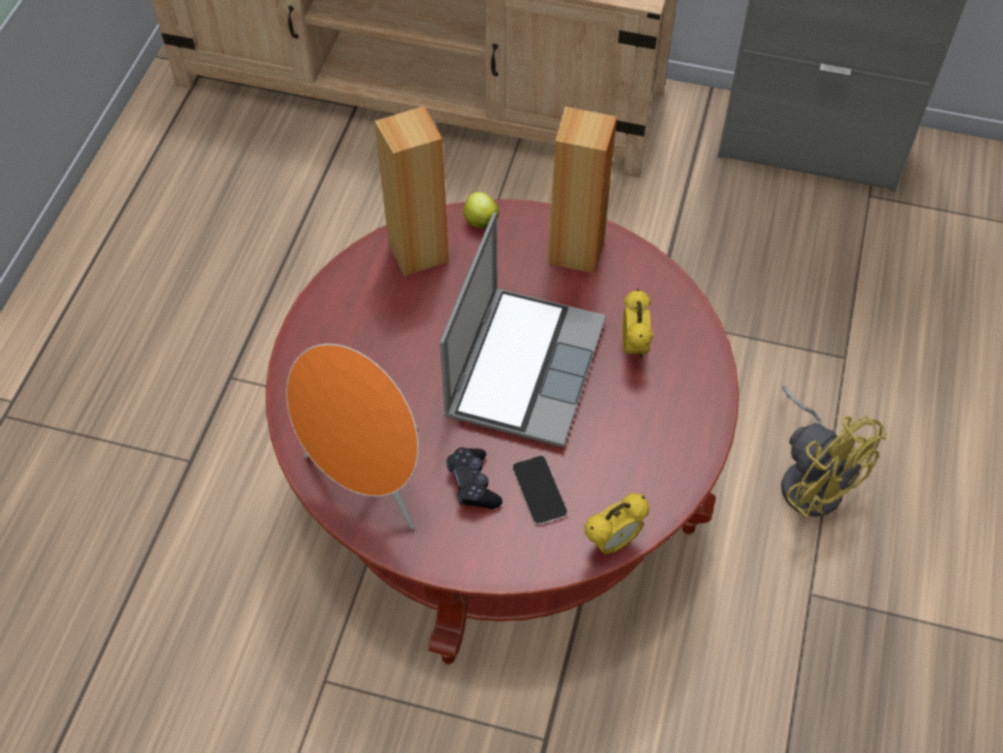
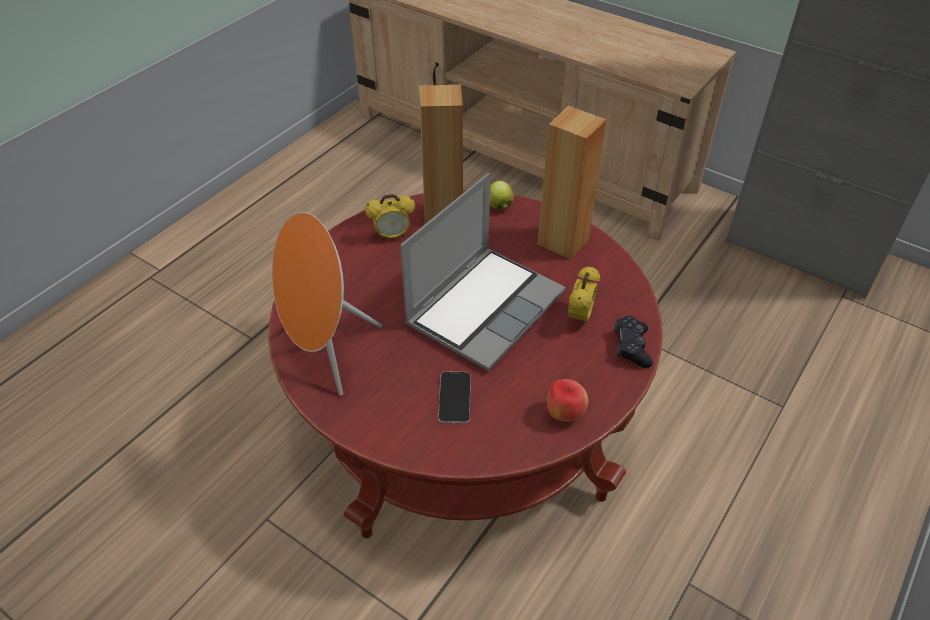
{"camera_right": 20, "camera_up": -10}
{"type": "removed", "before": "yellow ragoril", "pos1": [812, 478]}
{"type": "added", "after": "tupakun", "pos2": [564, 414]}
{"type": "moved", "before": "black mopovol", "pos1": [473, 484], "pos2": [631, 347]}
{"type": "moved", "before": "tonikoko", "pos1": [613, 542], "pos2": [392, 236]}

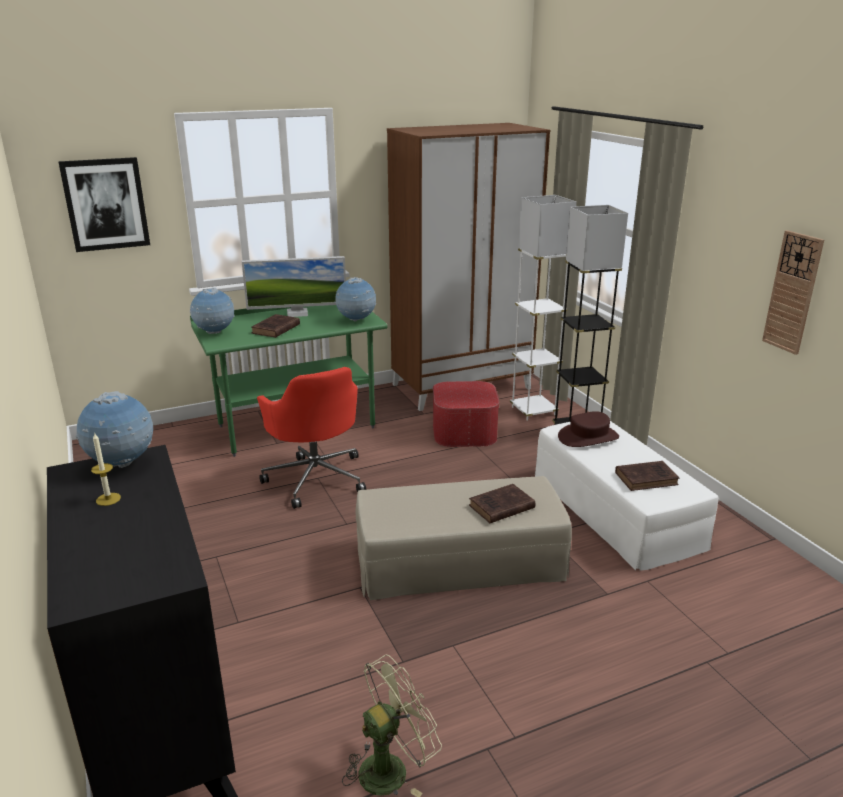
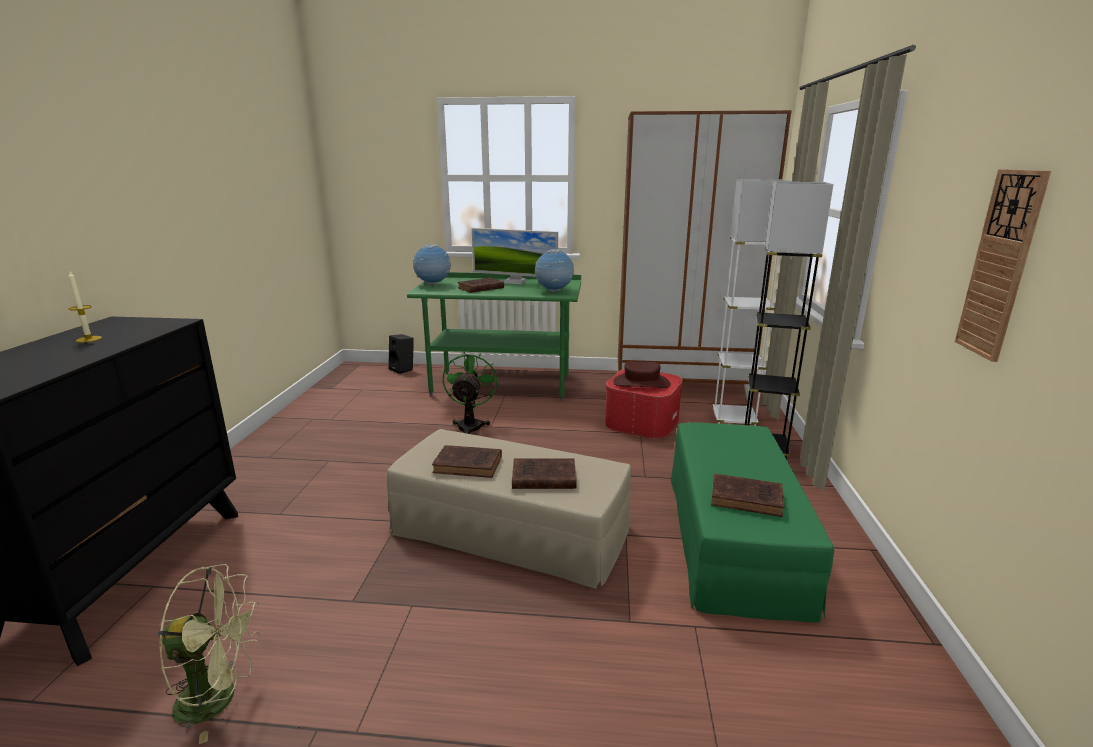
{"camera_right": 30, "camera_up": -5}
{"type": "removed", "before": "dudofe", "pos1": [106, 204]}
{"type": "removed", "before": "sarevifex", "pos1": [122, 464]}
{"type": "added", "after": "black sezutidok", "pos2": [403, 369]}
{"type": "added", "after": "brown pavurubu", "pos2": [469, 465]}
{"type": "moved", "before": "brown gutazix", "pos1": [588, 437], "pos2": [641, 383]}
{"type": "replaced", "before": "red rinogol", "after": "green ragoril", "pos1": [316, 477], "pos2": [471, 425]}
{"type": "recoloured", "before": "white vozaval", "after": "green vozaval", "pos1": [616, 509], "pos2": [733, 536]}

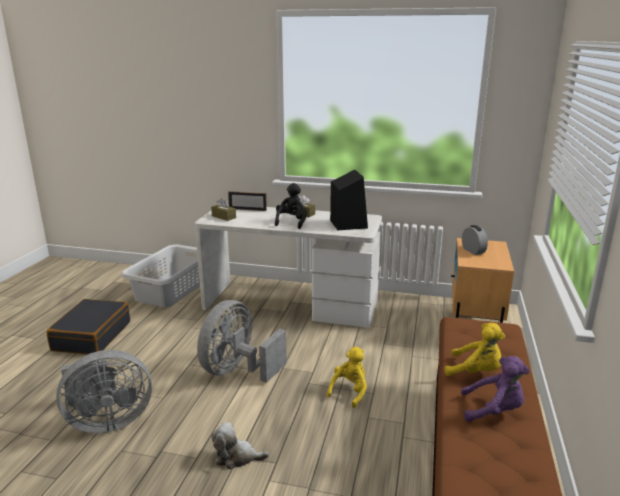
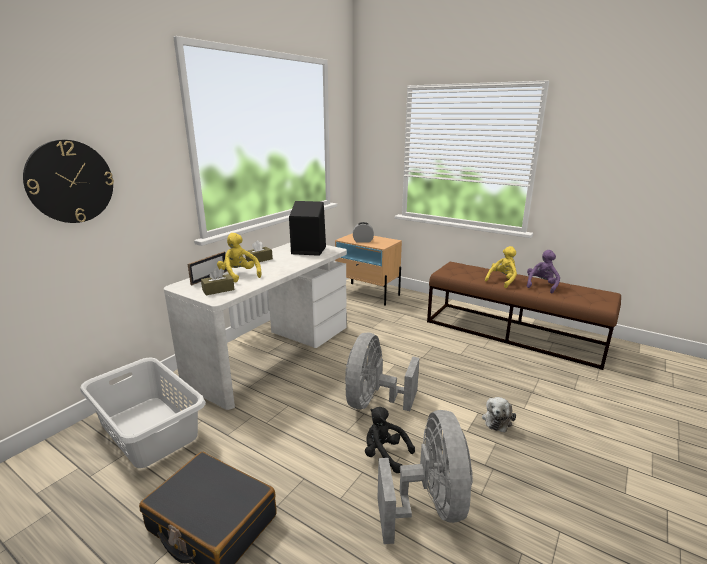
{"camera_right": -70, "camera_up": 0}
{"type": "added", "after": "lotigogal", "pos2": [70, 182]}
{"type": "moved", "before": "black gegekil", "pos1": [291, 222], "pos2": [385, 454]}
{"type": "moved", "before": "yellow gegekil", "pos1": [349, 391], "pos2": [239, 275]}
{"type": "turned", "before": "grey ragoril", "pos1": [238, 370], "pos2": [373, 402], "turn": 60}

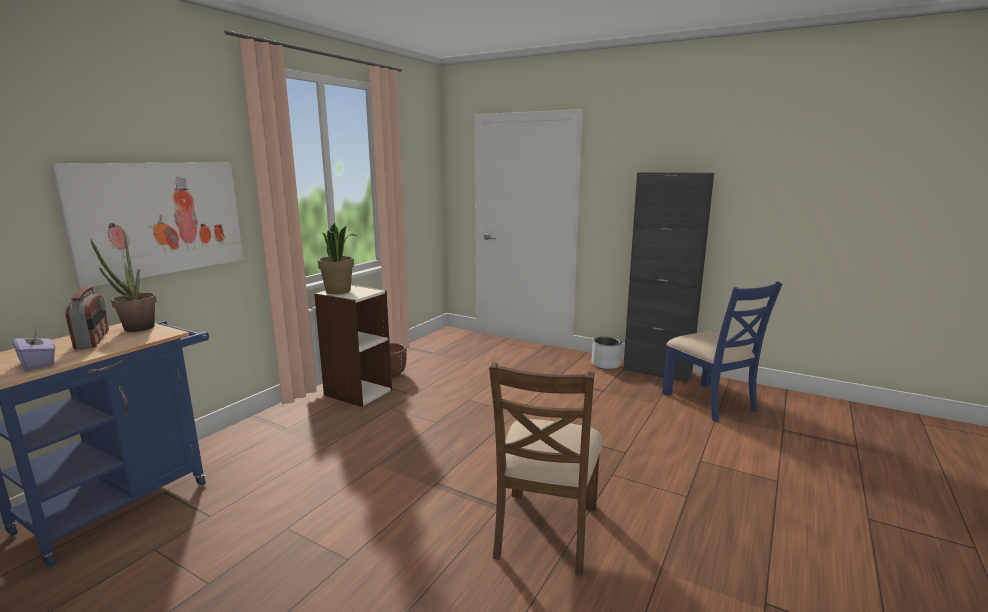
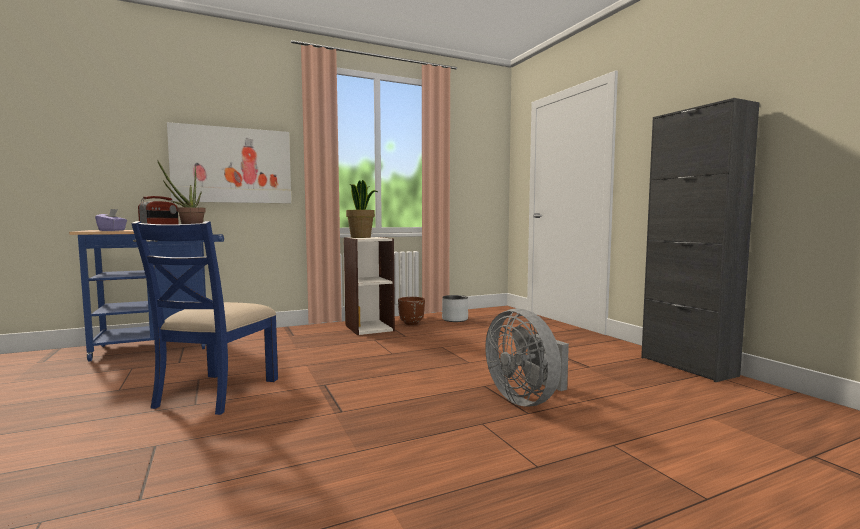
{"camera_right": 35, "camera_up": -10}
{"type": "removed", "before": "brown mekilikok", "pos1": [545, 530]}
{"type": "added", "after": "grey ragoril", "pos2": [526, 399]}
{"type": "moved", "before": "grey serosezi", "pos1": [605, 364], "pos2": [455, 319]}
{"type": "moved", "before": "blue mekilikok", "pos1": [710, 402], "pos2": [216, 393]}

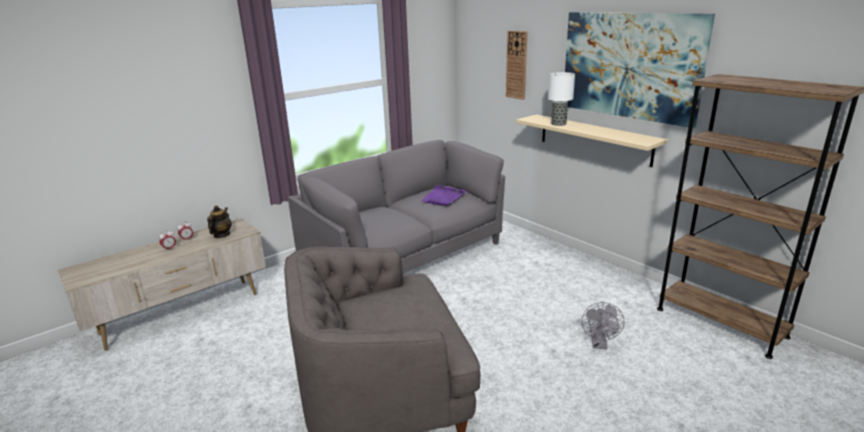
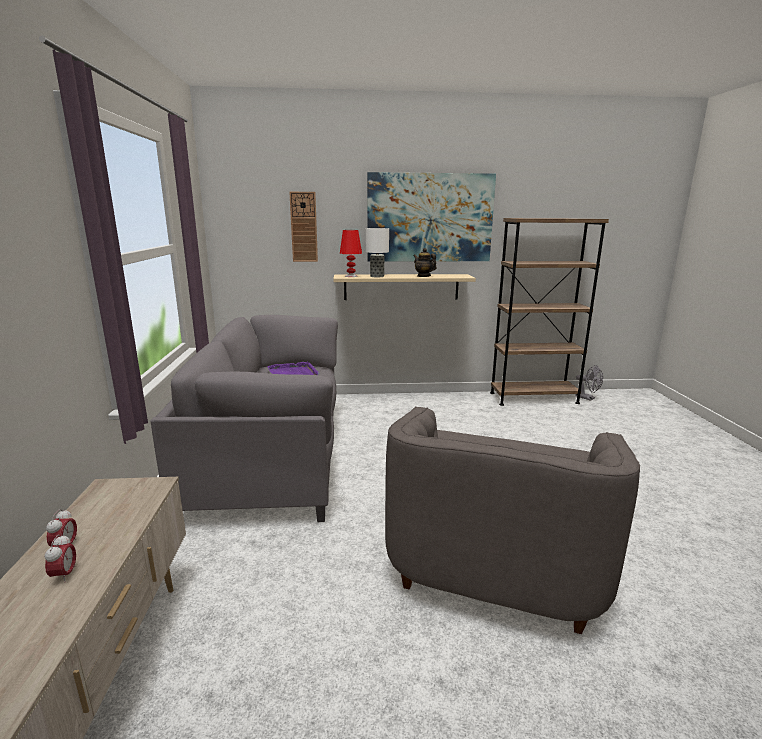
{"camera_right": -55, "camera_up": -5}
{"type": "added", "after": "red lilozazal", "pos2": [351, 276]}
{"type": "moved", "before": "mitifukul", "pos1": [221, 235], "pos2": [423, 276]}
{"type": "moved", "before": "grey ragoril", "pos1": [599, 344], "pos2": [587, 398]}

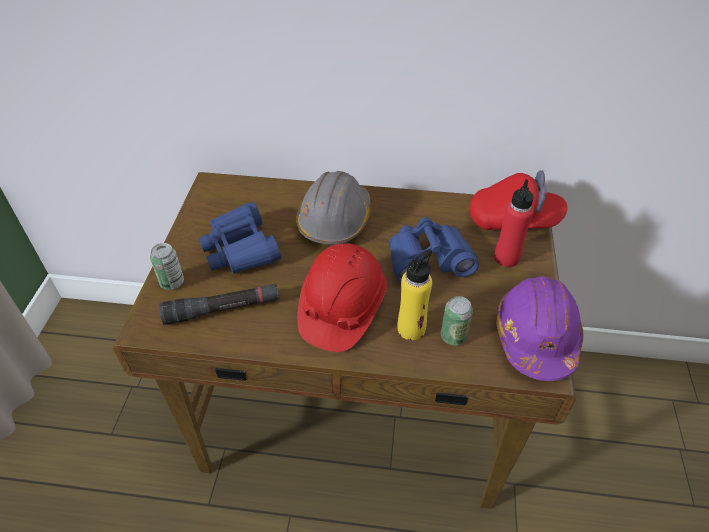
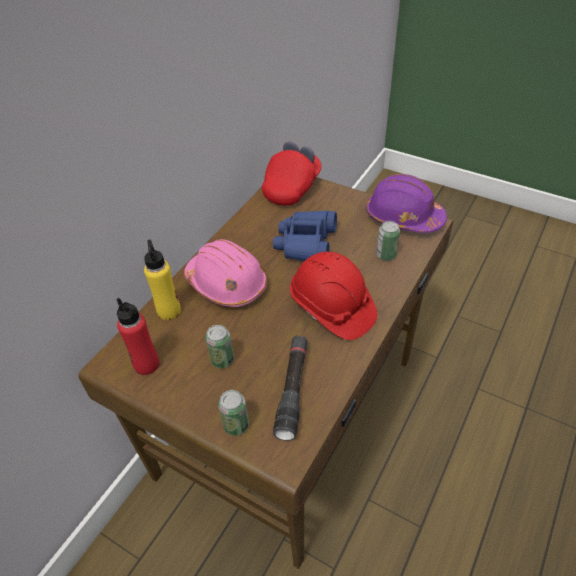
{"camera_right": -65, "camera_up": 0}
{"type": "moved", "before": "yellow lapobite", "pos1": [411, 329], "pos2": [169, 311]}
{"type": "moved", "before": "red lapobite", "pos1": [506, 258], "pos2": [146, 364]}
{"type": "replaced", "before": "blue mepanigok", "after": "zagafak", "pos1": [240, 249], "pos2": [222, 360]}
{"type": "recoloured", "before": "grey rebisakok", "after": "pink rebisakok", "pos1": [335, 220], "pos2": [227, 284]}

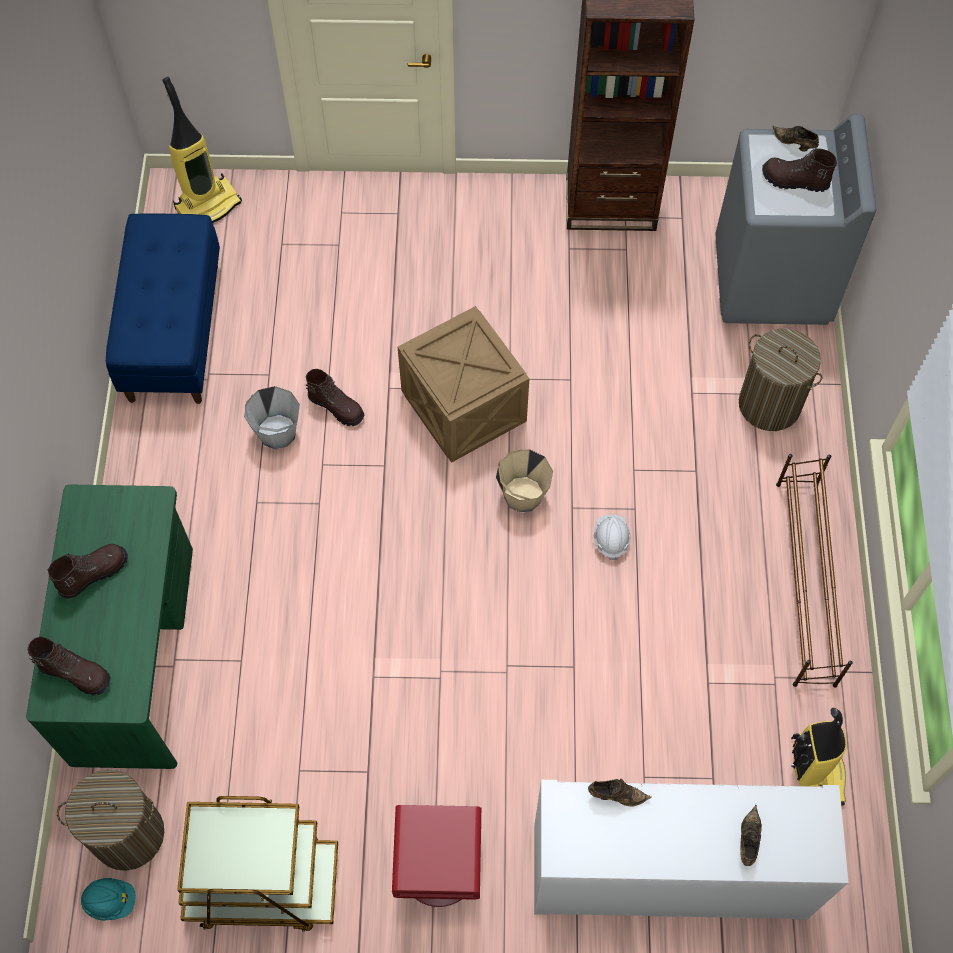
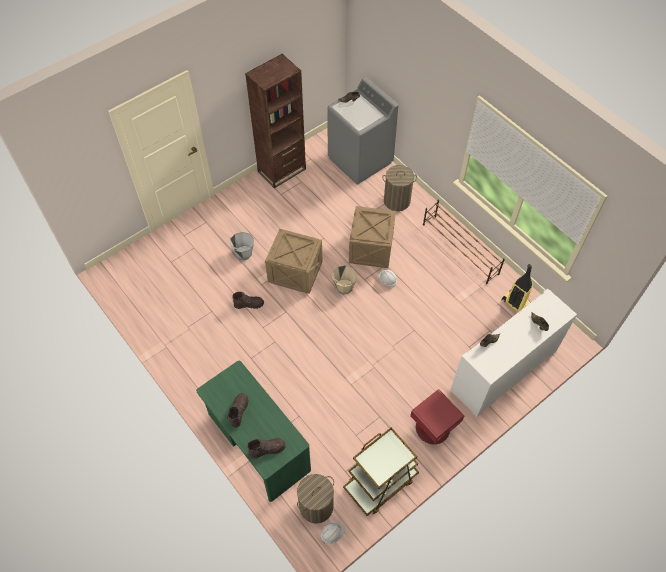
{"camera_right": -40, "camera_up": -5}
{"type": "removed", "before": "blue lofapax", "pos1": [173, 331]}
{"type": "removed", "before": "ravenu", "pos1": [208, 205]}
{"type": "removed", "before": "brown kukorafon", "pos1": [794, 181]}
{"type": "added", "after": "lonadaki", "pos2": [371, 248]}
{"type": "moved", "before": "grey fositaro", "pos1": [277, 432], "pos2": [243, 253]}
{"type": "recoloured", "before": "turquoise rebisakok", "after": "white rebisakok", "pos1": [110, 901], "pos2": [332, 533]}

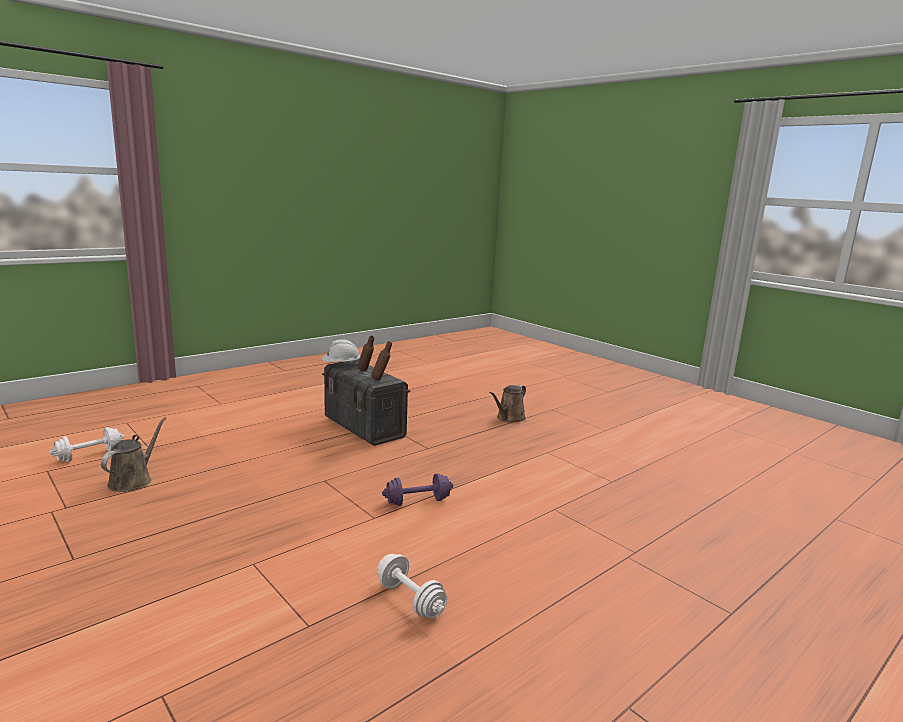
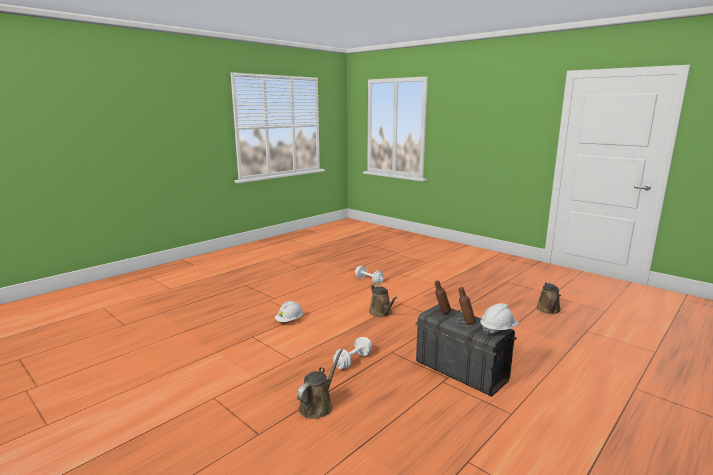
{"camera_right": 175, "camera_up": 0}
{"type": "added", "after": "white rebisakok", "pos2": [289, 321]}
{"type": "moved", "before": "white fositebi", "pos1": [89, 455], "pos2": [352, 361]}
{"type": "replaced", "before": "purple fositebi", "after": "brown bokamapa", "pos1": [417, 501], "pos2": [381, 313]}

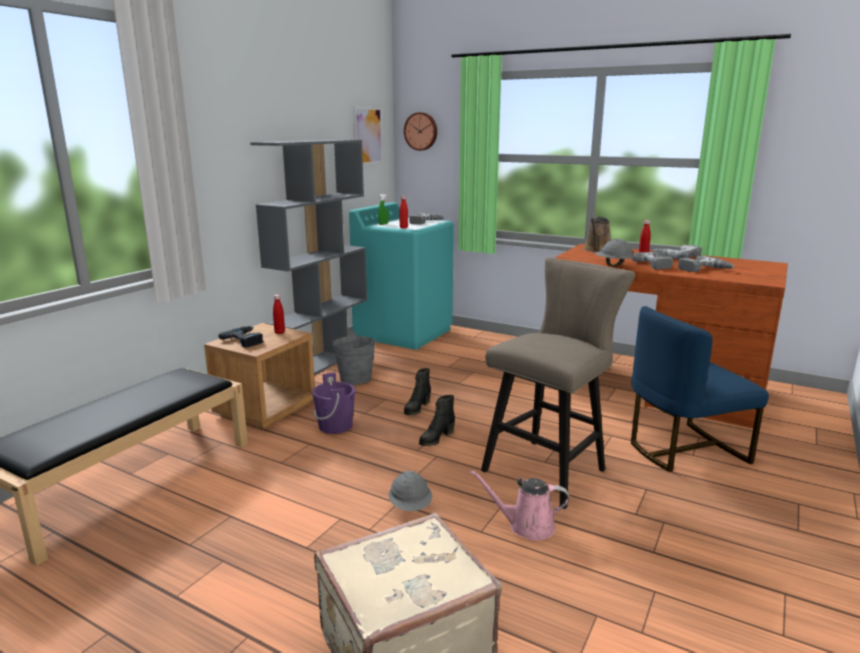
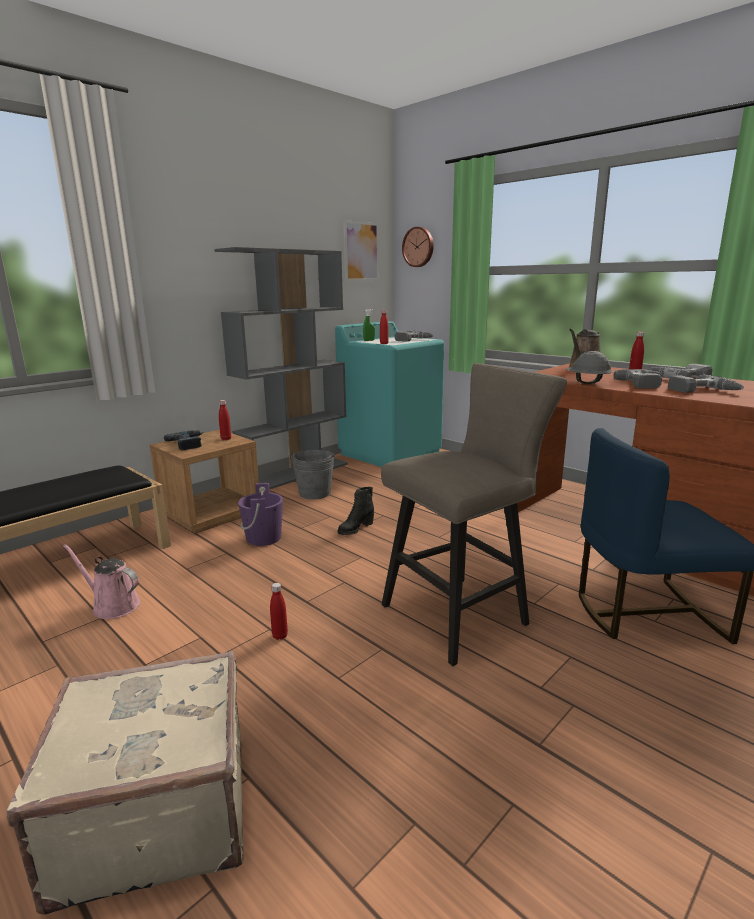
{"camera_right": 15, "camera_up": 0}
{"type": "removed", "before": "black kukorafon", "pos1": [436, 438]}
{"type": "moved", "before": "pink bokamapa", "pos1": [526, 526], "pos2": [112, 605]}
{"type": "replaced", "before": "grey rebisakok", "after": "red lapobite", "pos1": [410, 507], "pos2": [280, 636]}

